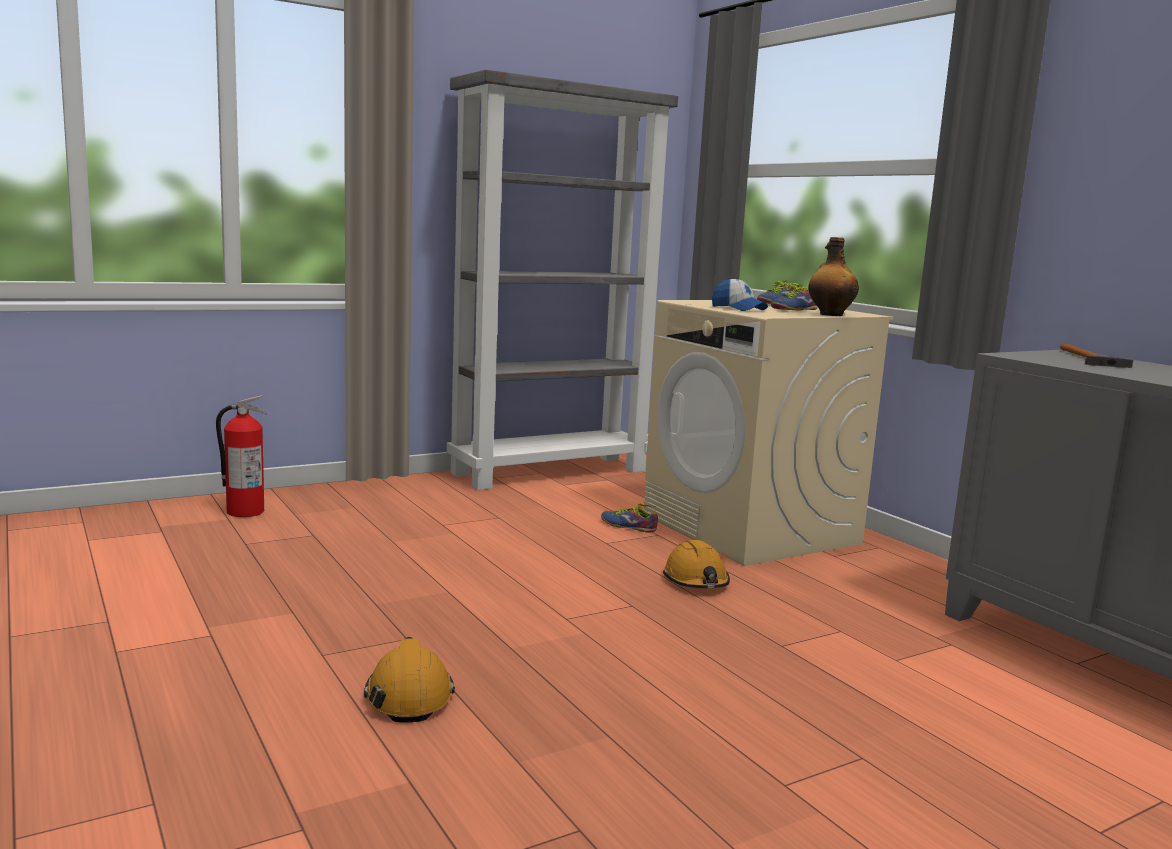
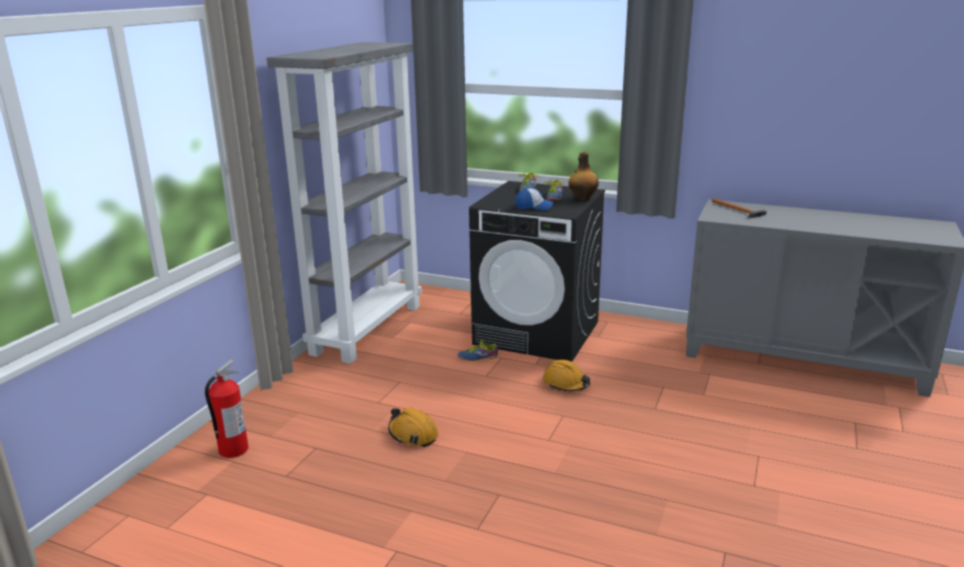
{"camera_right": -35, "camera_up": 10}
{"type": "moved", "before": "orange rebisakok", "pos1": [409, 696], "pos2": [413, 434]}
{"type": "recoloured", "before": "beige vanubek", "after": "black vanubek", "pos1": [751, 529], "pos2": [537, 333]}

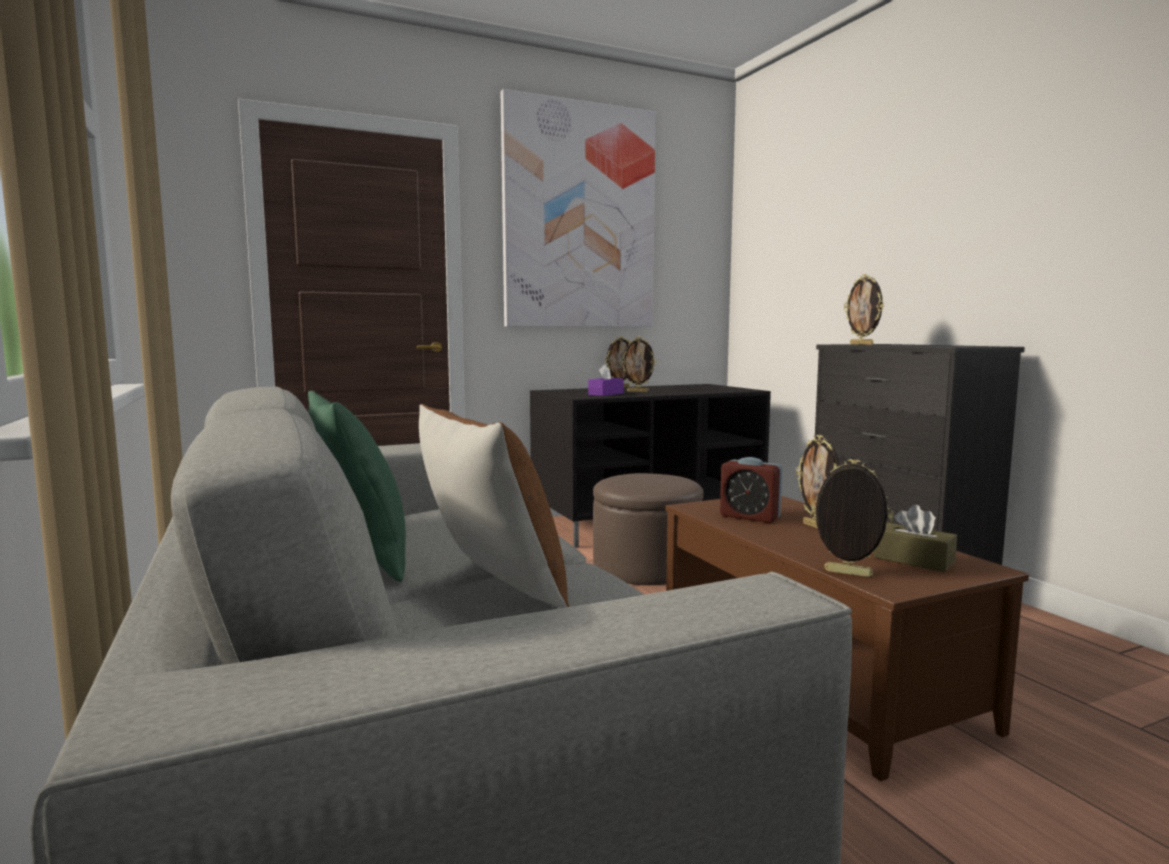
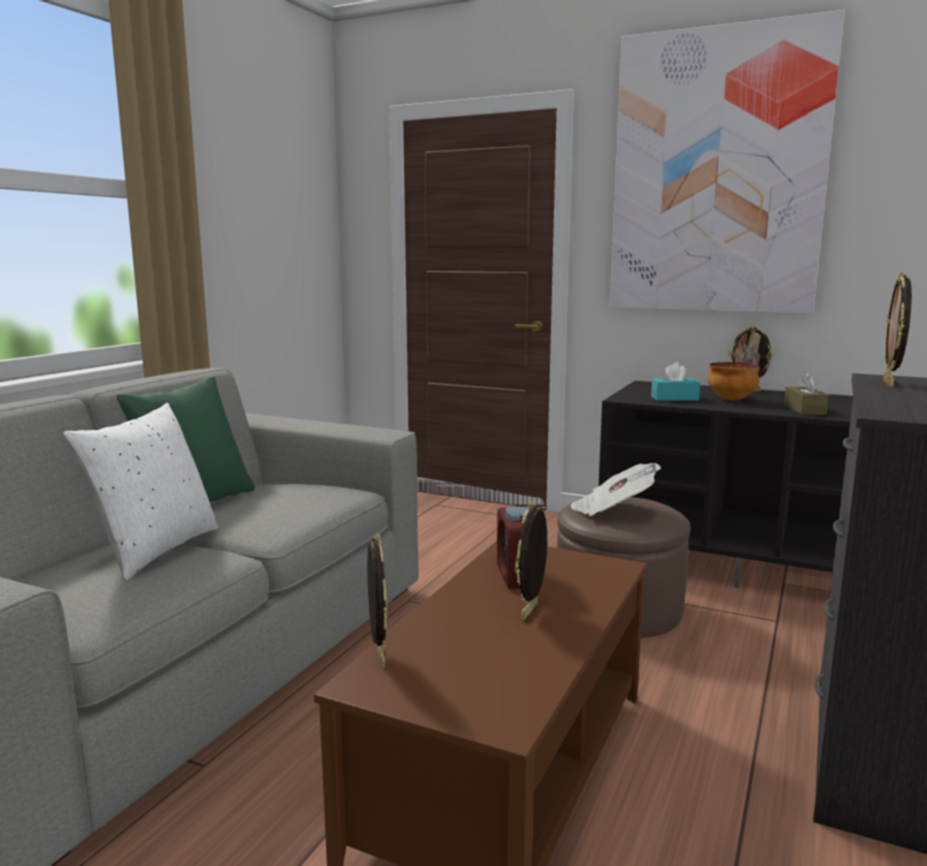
{"camera_right": 50, "camera_up": 5}
{"type": "added", "after": "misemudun", "pos2": [612, 511]}
{"type": "moved", "before": "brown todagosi", "pos1": [913, 560], "pos2": [804, 410]}
{"type": "replaced", "before": "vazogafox", "after": "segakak", "pos1": [638, 391], "pos2": [732, 400]}
{"type": "recoloured", "before": "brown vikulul", "after": "white vikulul", "pos1": [491, 587], "pos2": [155, 550]}
{"type": "recoloured", "before": "purple todagosi", "after": "turquoise todagosi", "pos1": [606, 394], "pos2": [674, 398]}

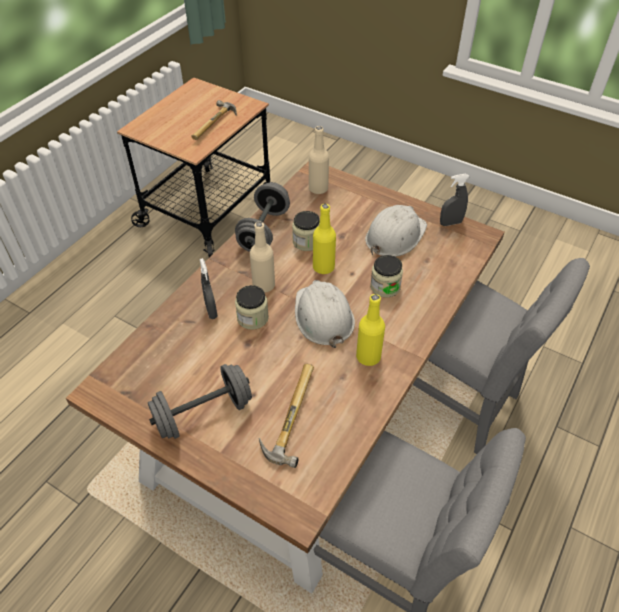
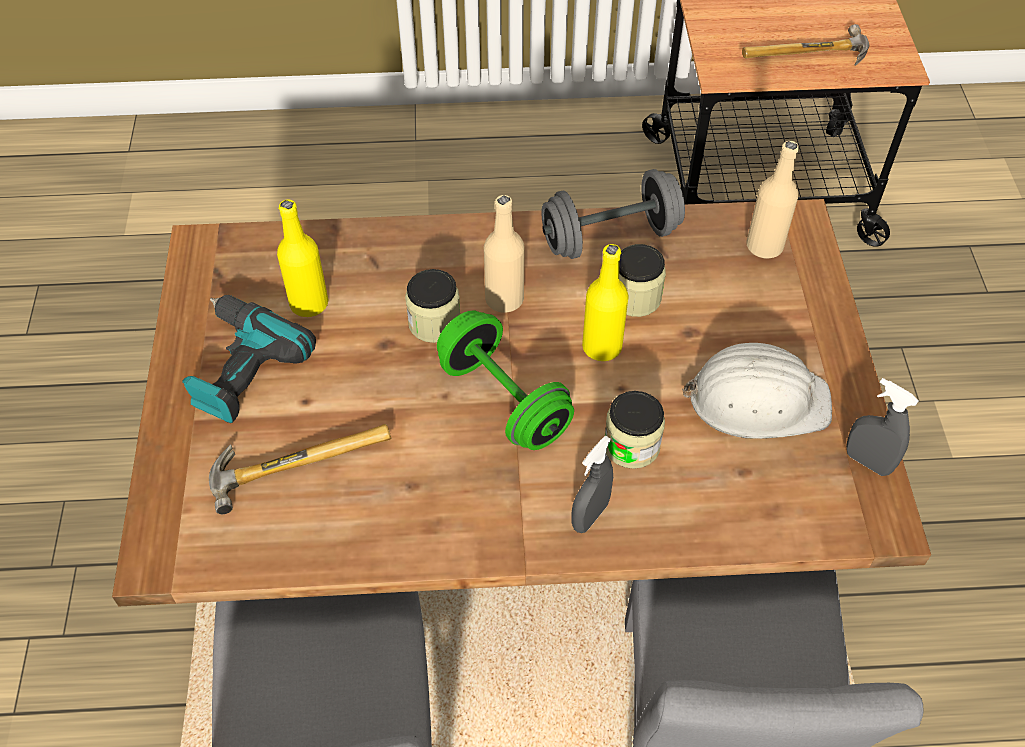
{"camera_right": 55, "camera_up": 5}
{"type": "moved", "before": "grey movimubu", "pos1": [211, 310], "pos2": [590, 516]}
{"type": "moved", "before": "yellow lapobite", "pos1": [368, 357], "pos2": [309, 304]}
{"type": "replaced", "before": "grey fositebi", "after": "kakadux", "pos1": [203, 413], "pos2": [239, 367]}
{"type": "replaced", "before": "white rebisakok", "after": "green fositebi", "pos1": [323, 316], "pos2": [504, 400]}

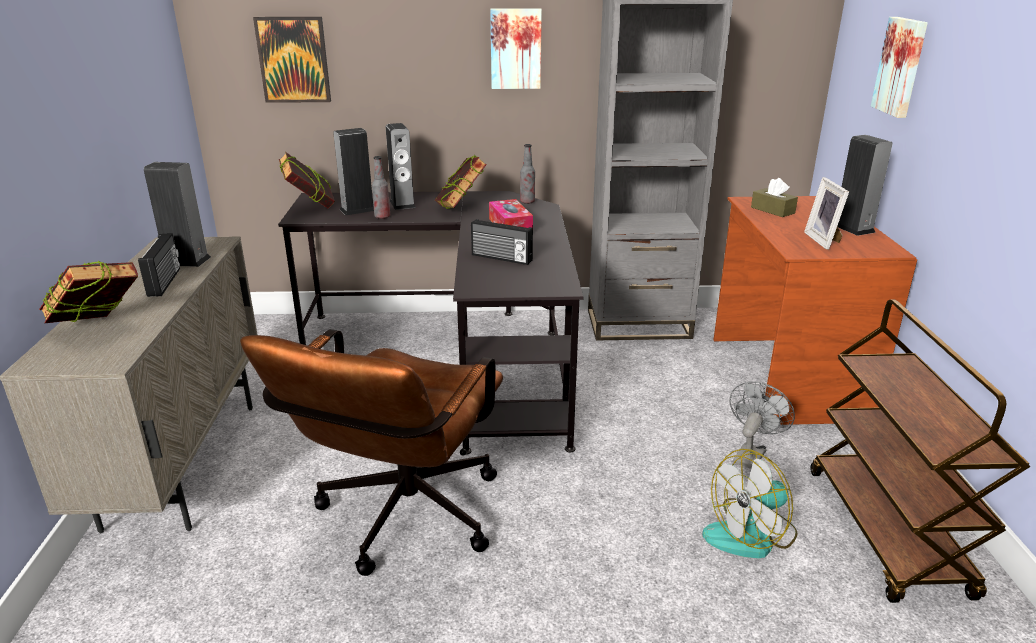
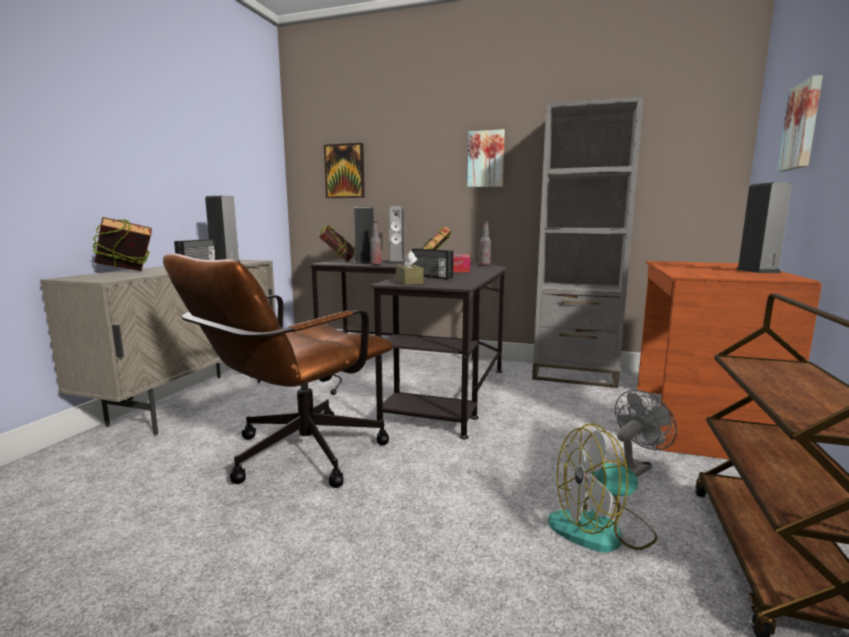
{"camera_right": 20, "camera_up": -15}
{"type": "removed", "before": "vazogafox", "pos1": [824, 240]}
{"type": "moved", "before": "brown todagosi", "pos1": [772, 210], "pos2": [409, 282]}

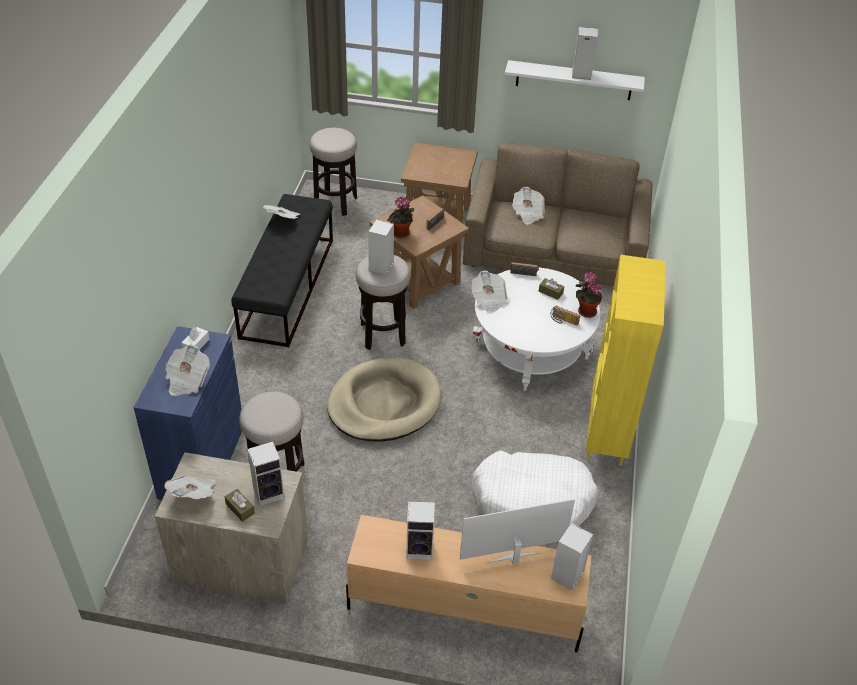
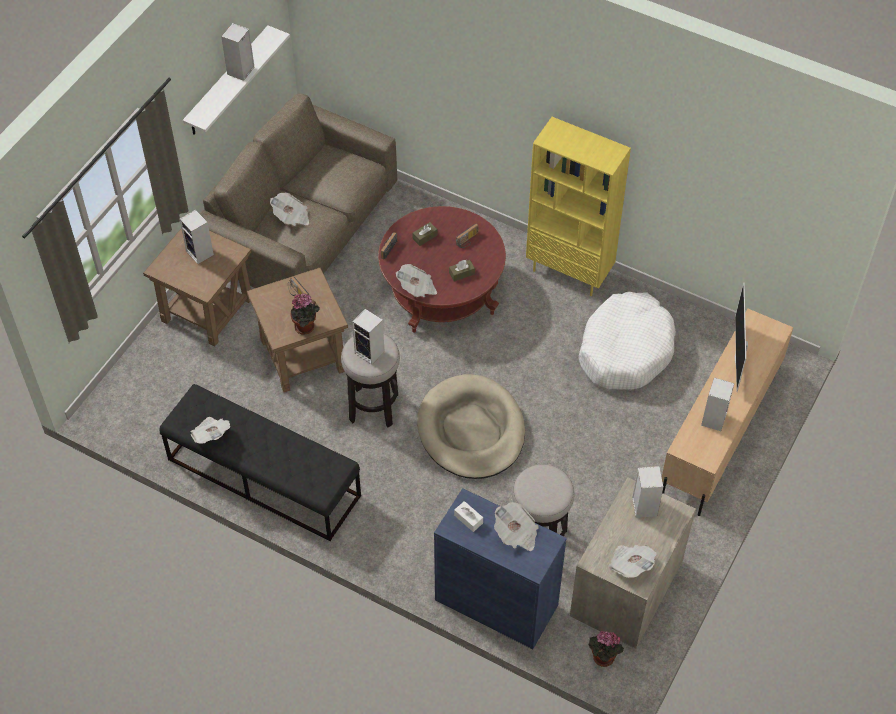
{"camera_right": -70, "camera_up": 10}
{"type": "removed", "before": "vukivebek", "pos1": [335, 203]}
{"type": "moved", "before": "brown todagosi", "pos1": [240, 508], "pos2": [461, 273]}
{"type": "moved", "before": "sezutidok", "pos1": [567, 576], "pos2": [201, 253]}
{"type": "moved", "before": "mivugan", "pos1": [585, 311], "pos2": [602, 658]}
{"type": "recoloured", "before": "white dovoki", "after": "red dovoki", "pos1": [531, 349], "pos2": [442, 291]}

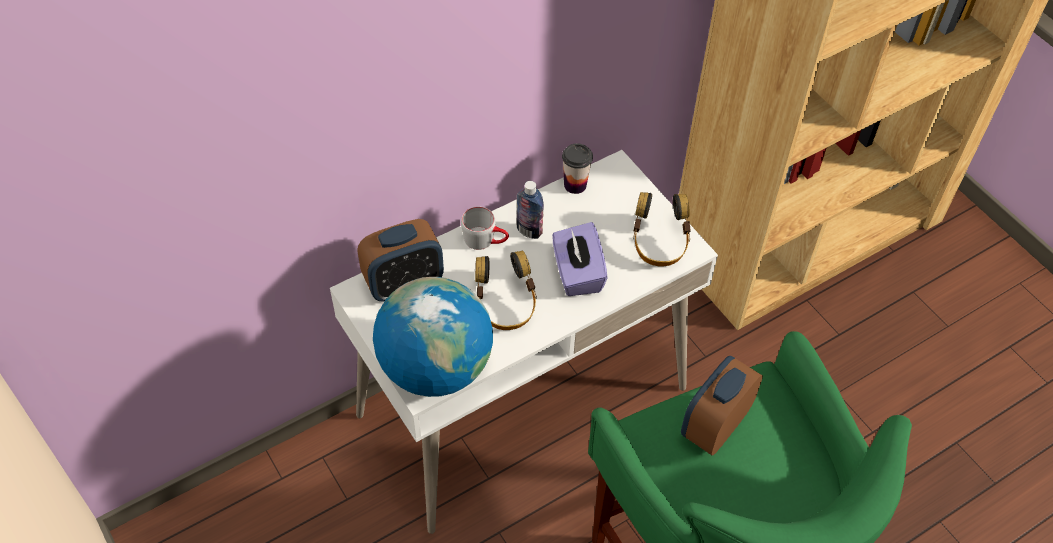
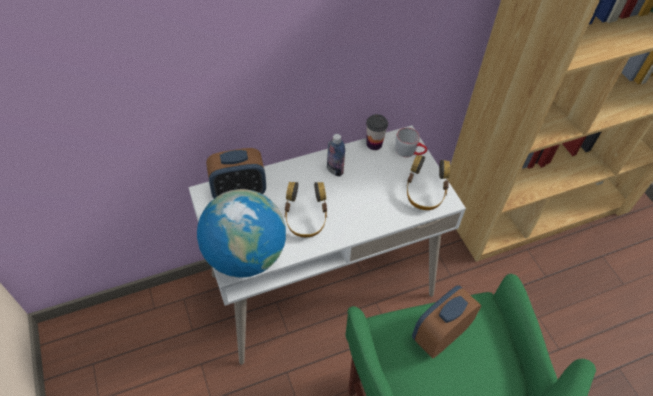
{"camera_right": 10, "camera_up": 0}
{"type": "removed", "before": "purple todagosi", "pos1": [577, 273]}
{"type": "moved", "before": "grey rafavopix", "pos1": [485, 240], "pos2": [410, 152]}

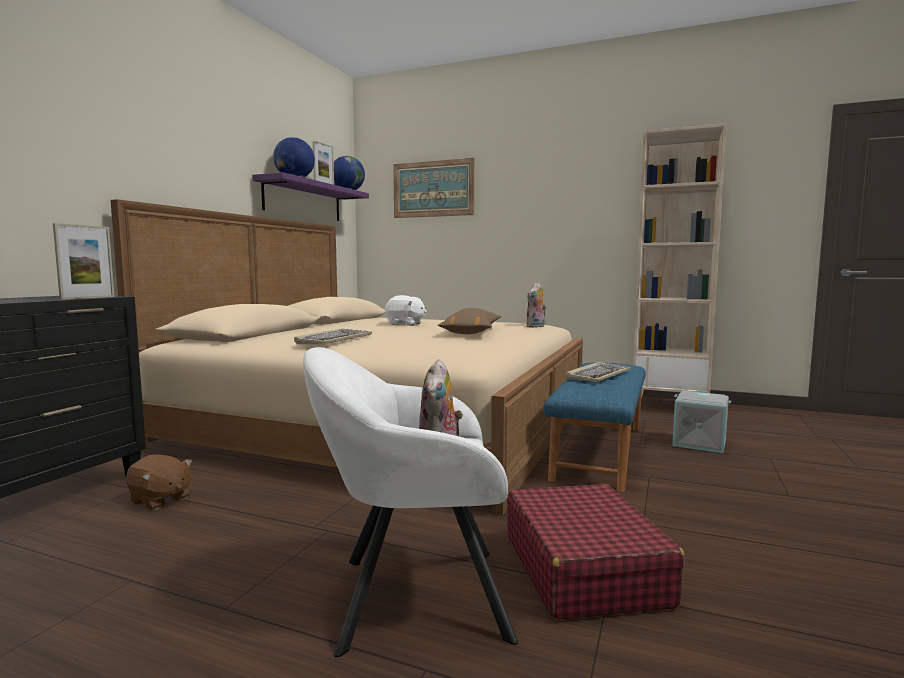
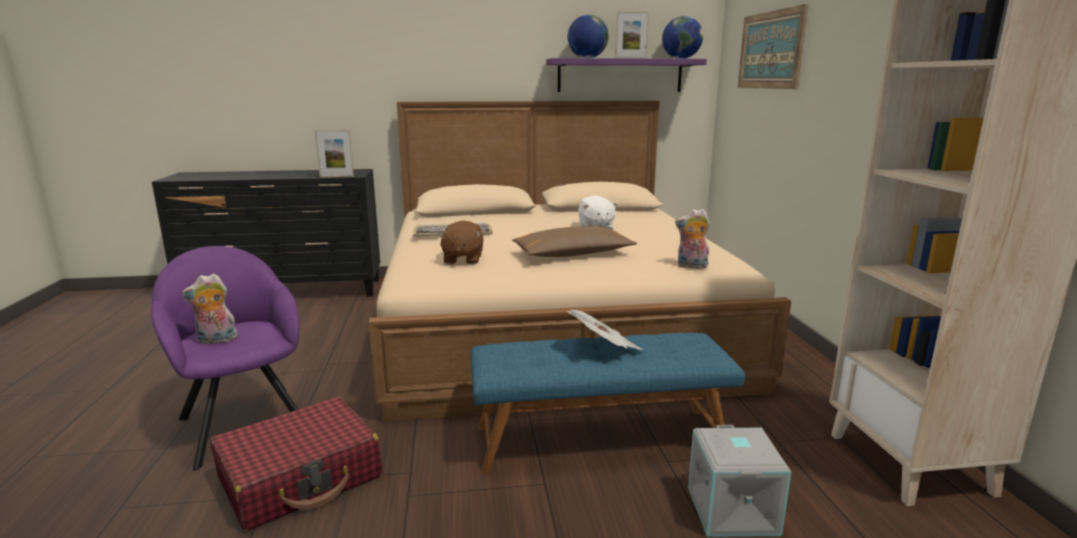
{"camera_right": 60, "camera_up": 10}
{"type": "moved", "before": "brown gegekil", "pos1": [160, 500], "pos2": [462, 259]}
{"type": "replaced", "before": "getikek", "after": "misemudun", "pos1": [598, 375], "pos2": [604, 348]}
{"type": "recoloured", "before": "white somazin", "after": "purple somazin", "pos1": [410, 597], "pos2": [243, 421]}

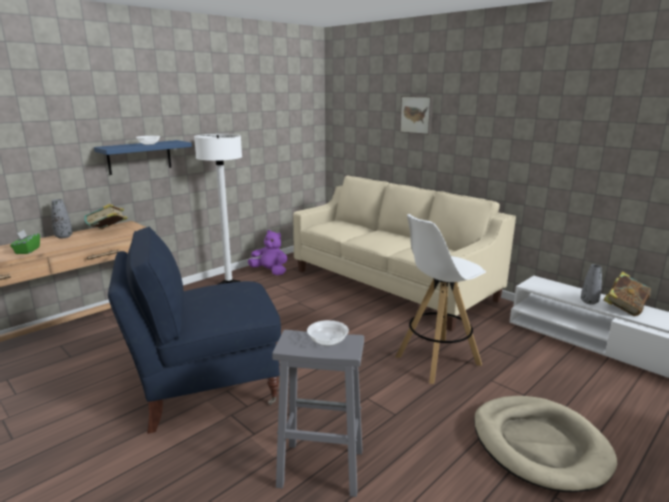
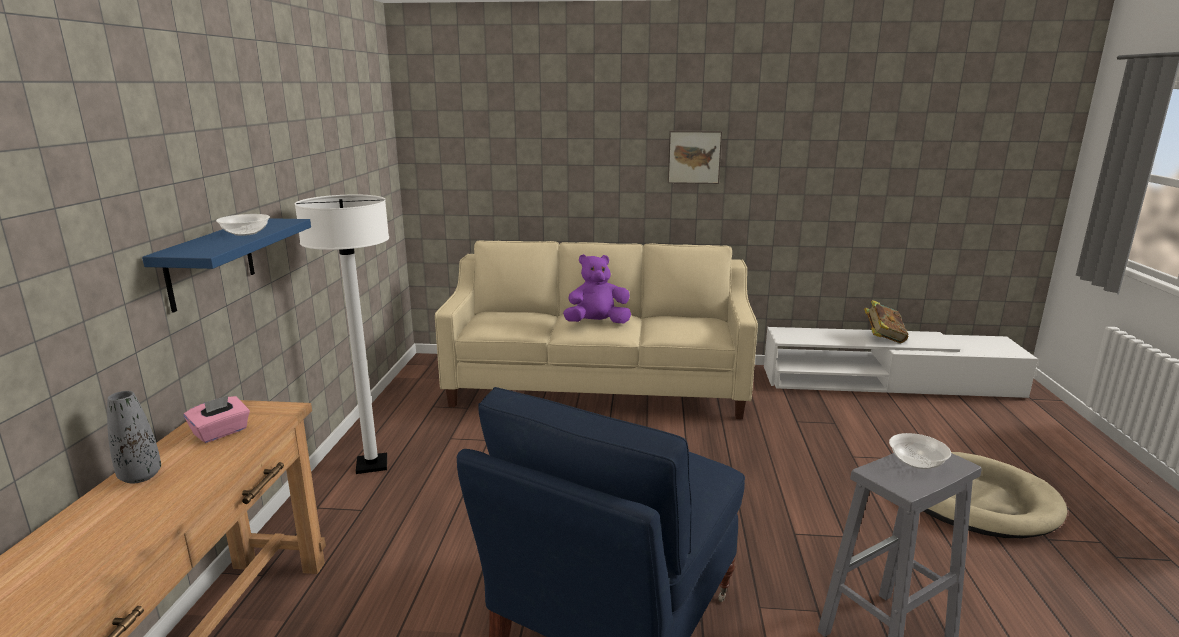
{"camera_right": -40, "camera_up": 0}
{"type": "removed", "before": "green todagosi", "pos1": [27, 250]}
{"type": "removed", "before": "white vukivebek", "pos1": [436, 360]}
{"type": "removed", "before": "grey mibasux", "pos1": [589, 302]}
{"type": "moved", "before": "purple gegekil", "pos1": [270, 271], "pos2": [597, 323]}
{"type": "moved", "before": "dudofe", "pos1": [417, 114], "pos2": [694, 157]}
{"type": "replaced", "before": "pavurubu", "after": "pink todagosi", "pos1": [108, 231], "pos2": [221, 433]}

